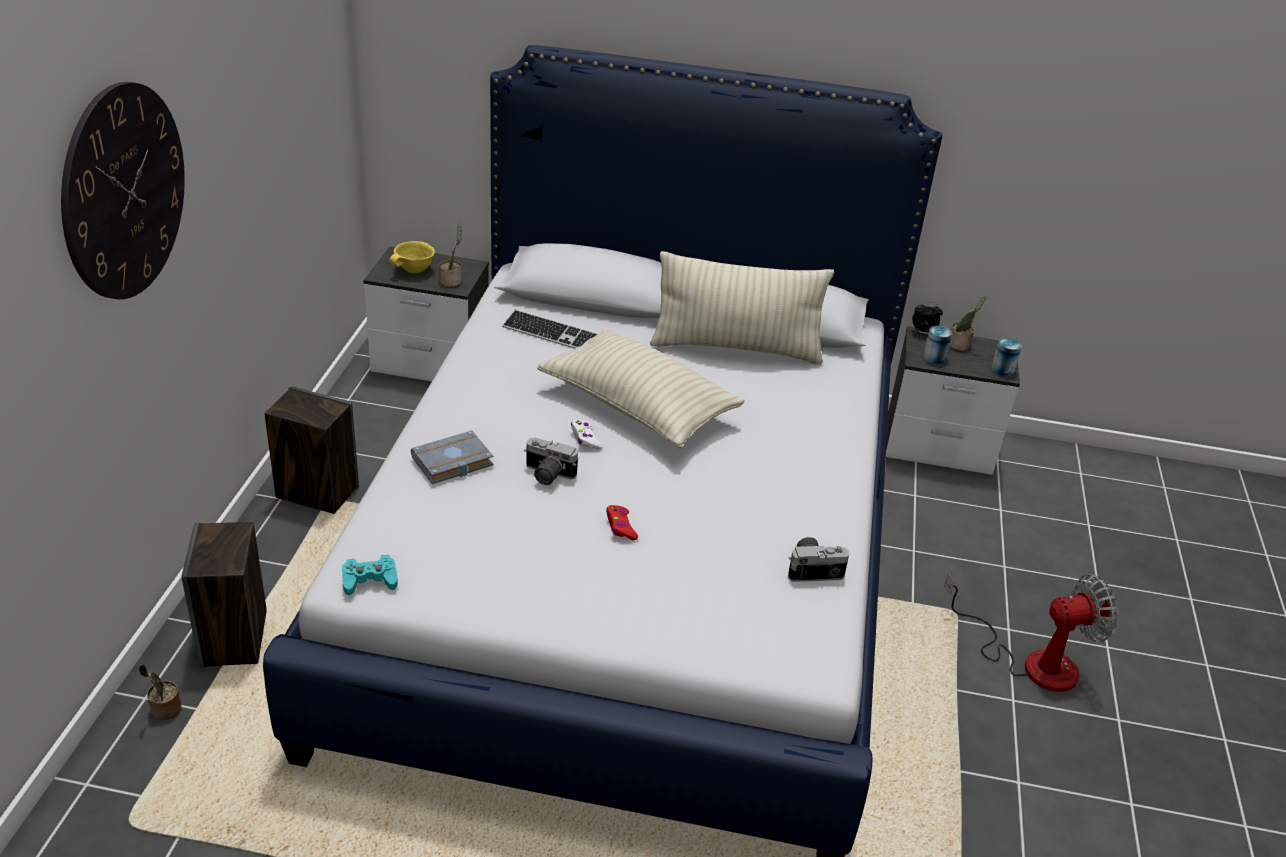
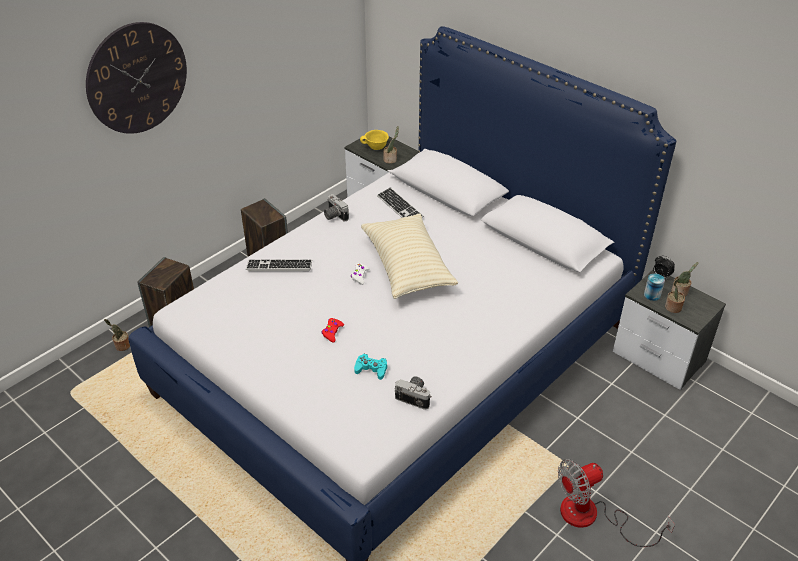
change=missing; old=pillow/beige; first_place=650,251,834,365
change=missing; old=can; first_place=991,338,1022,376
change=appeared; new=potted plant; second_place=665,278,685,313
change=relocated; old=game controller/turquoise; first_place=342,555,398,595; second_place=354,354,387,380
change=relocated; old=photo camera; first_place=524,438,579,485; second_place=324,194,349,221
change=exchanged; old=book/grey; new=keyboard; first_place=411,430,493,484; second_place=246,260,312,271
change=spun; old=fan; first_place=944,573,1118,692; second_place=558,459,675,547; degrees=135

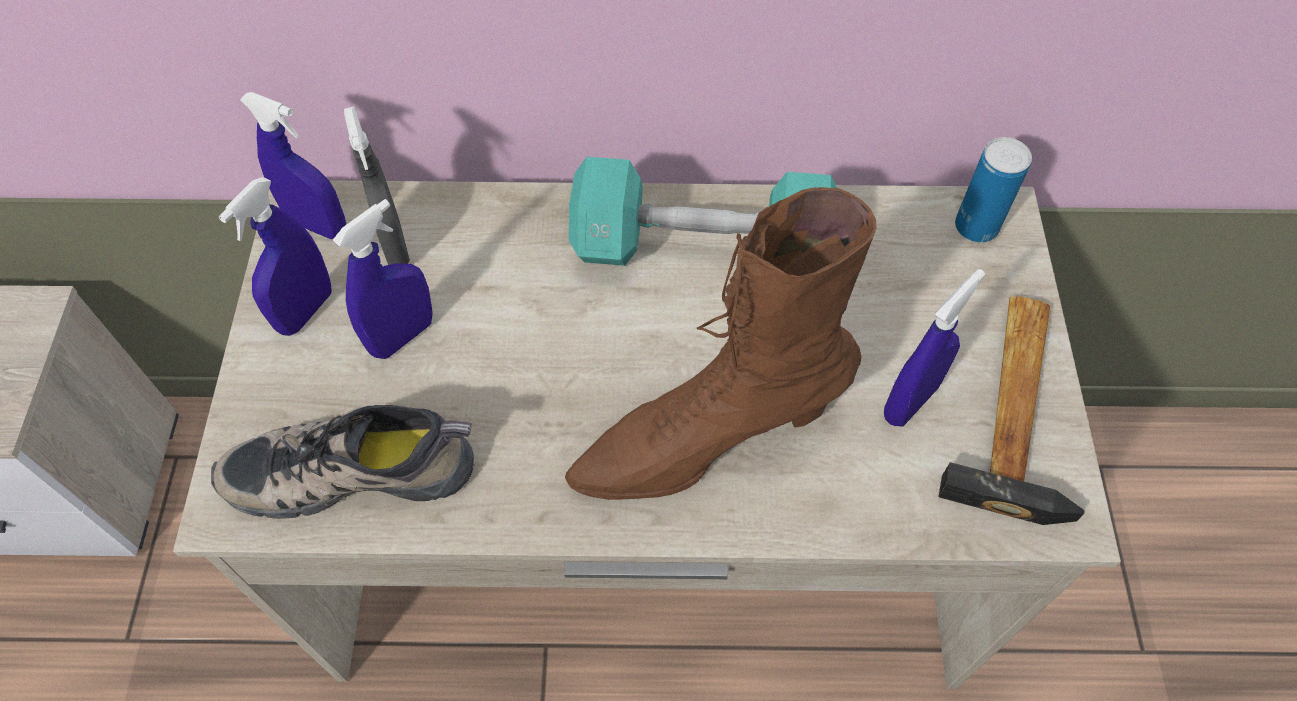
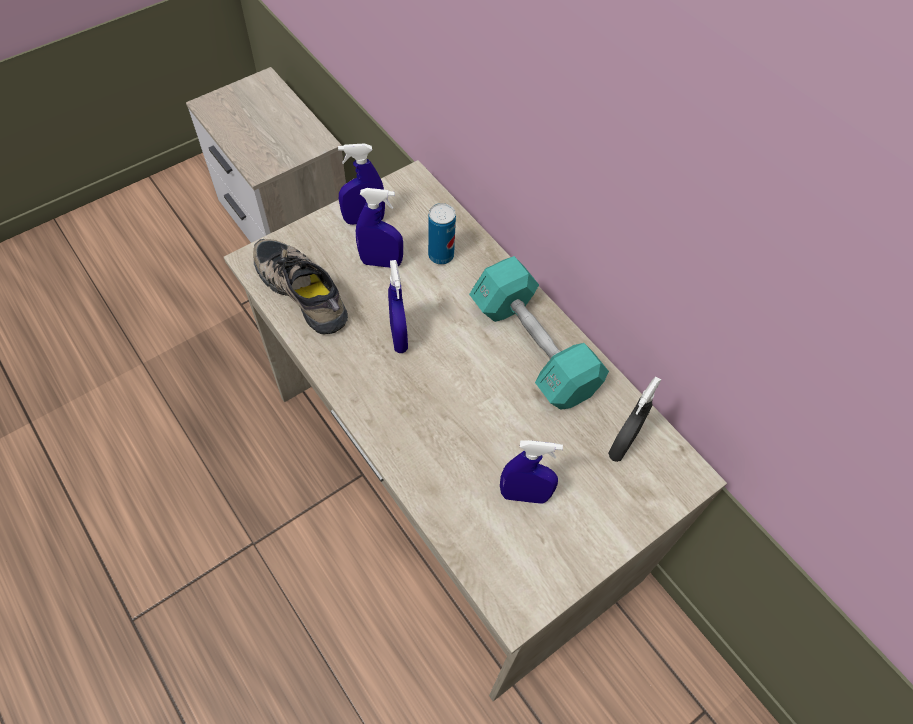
change=missing; old=boot/brown; first_place=565,187,876,500
change=missing; old=hammer; first_place=939,296,1085,525
change=relocated; old=spray bottle/blue; first_place=240,92,346,239; second_place=388,260,408,353
change=relocated; old=spray bottle/grey; first_place=344,107,410,265; second_place=608,376,661,462
change=relocated; old=can; first_place=955,137,1032,243; second_place=428,203,456,265

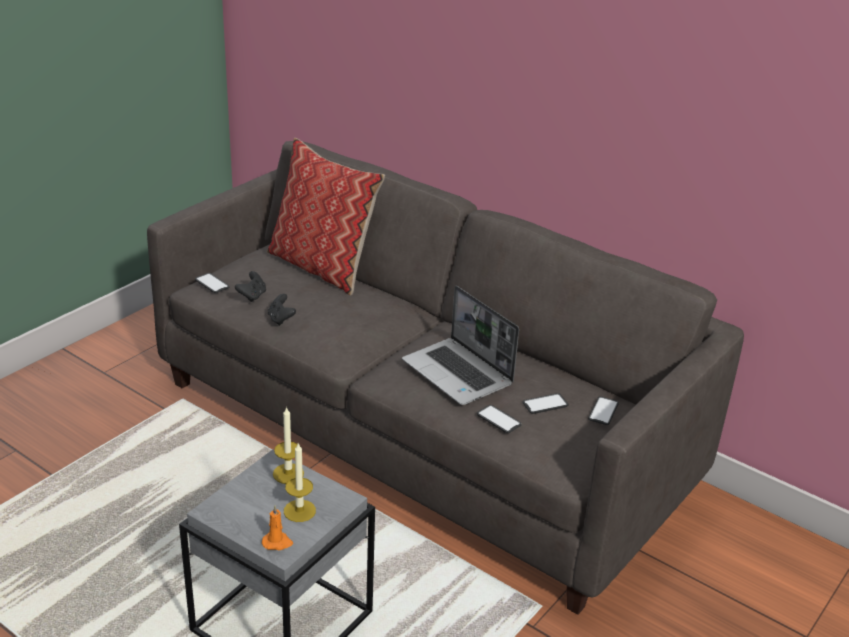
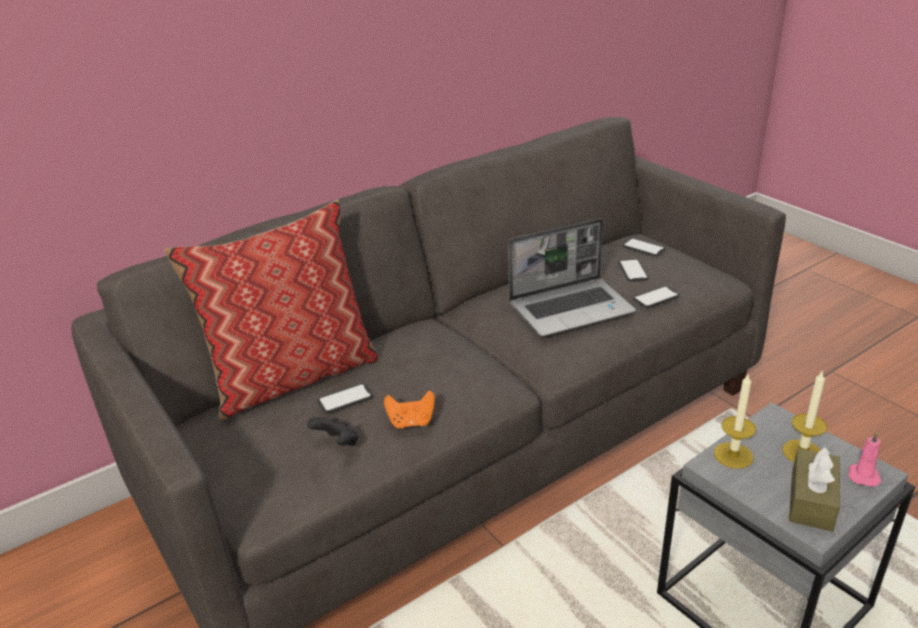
change=appeared; new=tissue box/brown; second_place=789,447,840,531
change=relocated; old=phone; first_place=195,273,229,293; second_place=317,383,373,413
change=colour; old=candle/orange; new=candle/pink; first_place=262,505,293,550; second_place=848,431,881,487
change=colour; old=game controller/black; new=game controller/orange; first_place=268,294,296,326; second_place=384,391,435,429

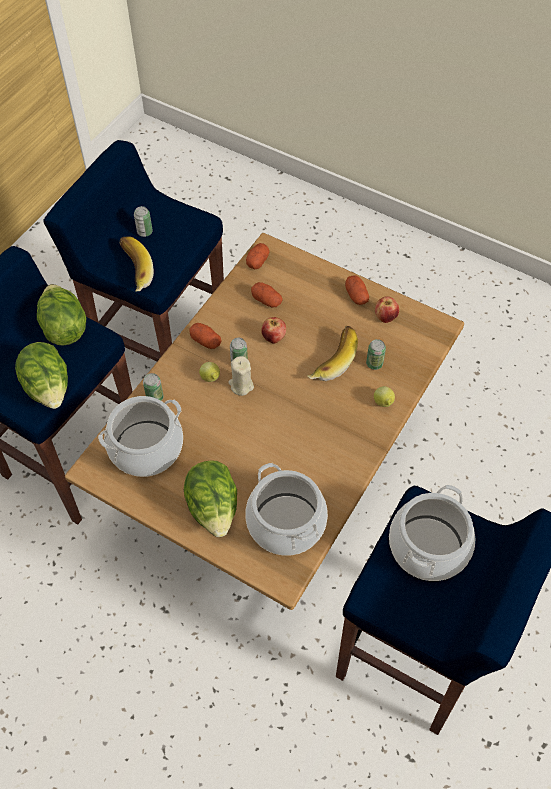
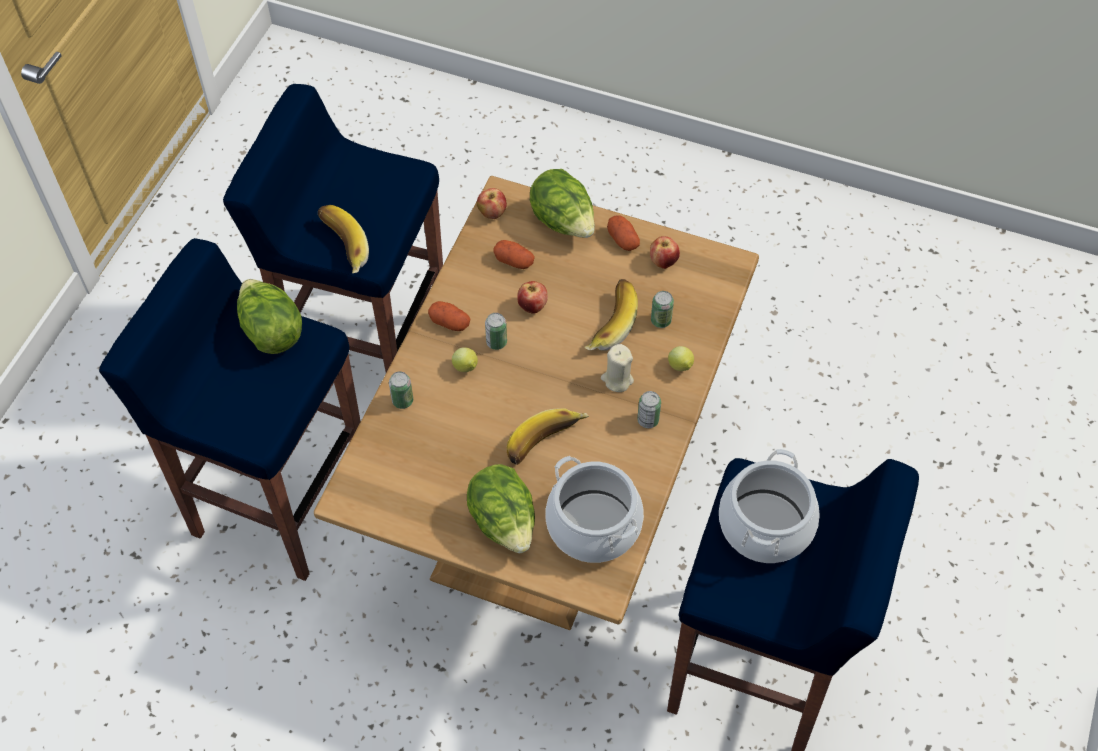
change=missing; old=cooking pot; first_place=98,396,183,477
change=appeared; new=banana; second_place=507,408,589,465
change=relocated; old=lettuce; first_place=15,342,68,409; second_place=530,169,595,238
change=relocated; old=can; first_place=134,206,153,237; second_place=637,391,661,428
change=relocated; old=candle/beige; first_place=228,356,254,396; second_place=601,344,634,392
change=exchanged; old=potato; new=apple; first_place=246,243,270,269; second_place=477,188,507,219

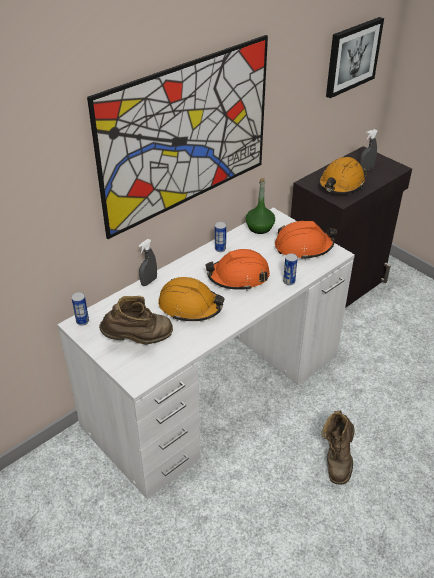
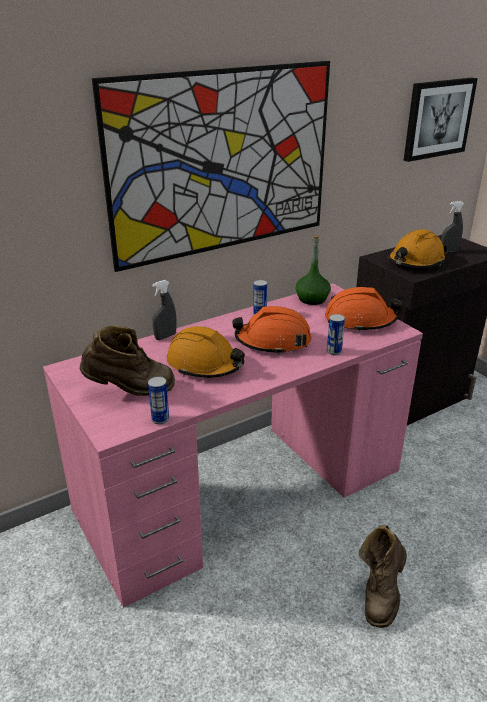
change=relocated; old=can; first_place=71,292,89,325; second_place=148,376,169,425
change=colour; old=desk/white; new=desk/pink; first_place=57,208,355,499; second_place=43,283,423,608

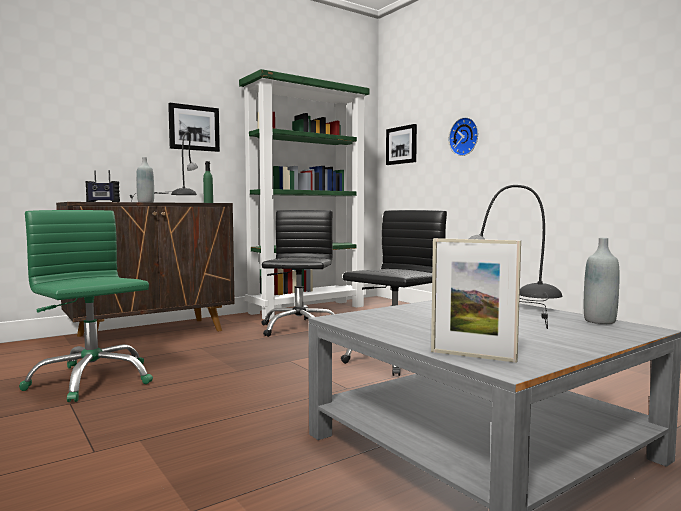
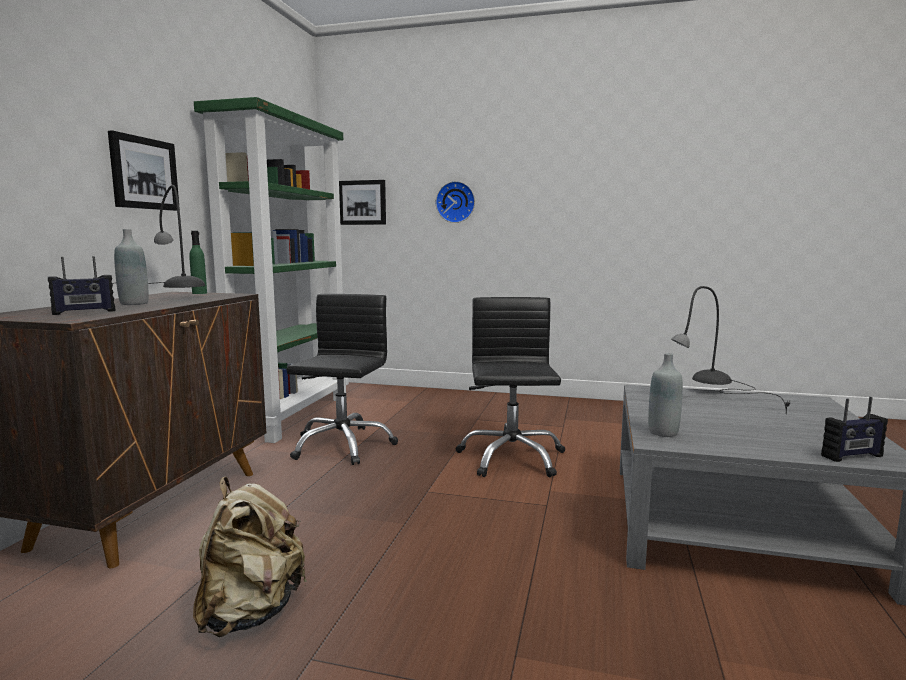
change=relocated; old=bottle/grey; first_place=584,238,619,324; second_place=648,353,683,437
change=exchanged; old=office chair/green; new=backpack/beige; first_place=19,210,153,402; second_place=193,477,307,637
change=exchanged; old=picture frame; new=radio; first_place=431,238,521,363; second_place=821,397,888,462
change=spun; old=office chair/black; first_place=262,210,334,337; second_place=286,294,398,465; degrees=45

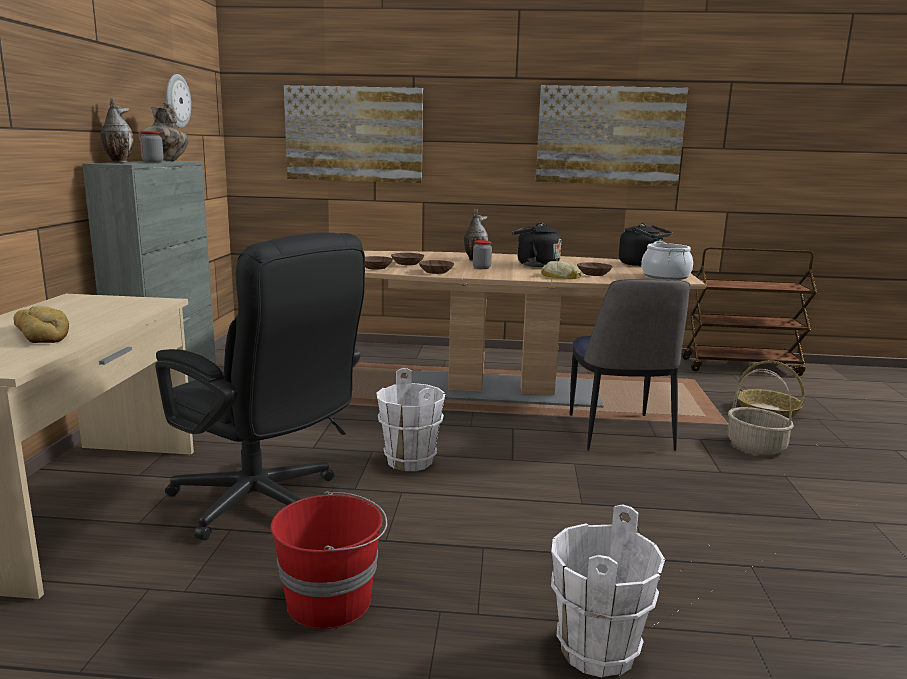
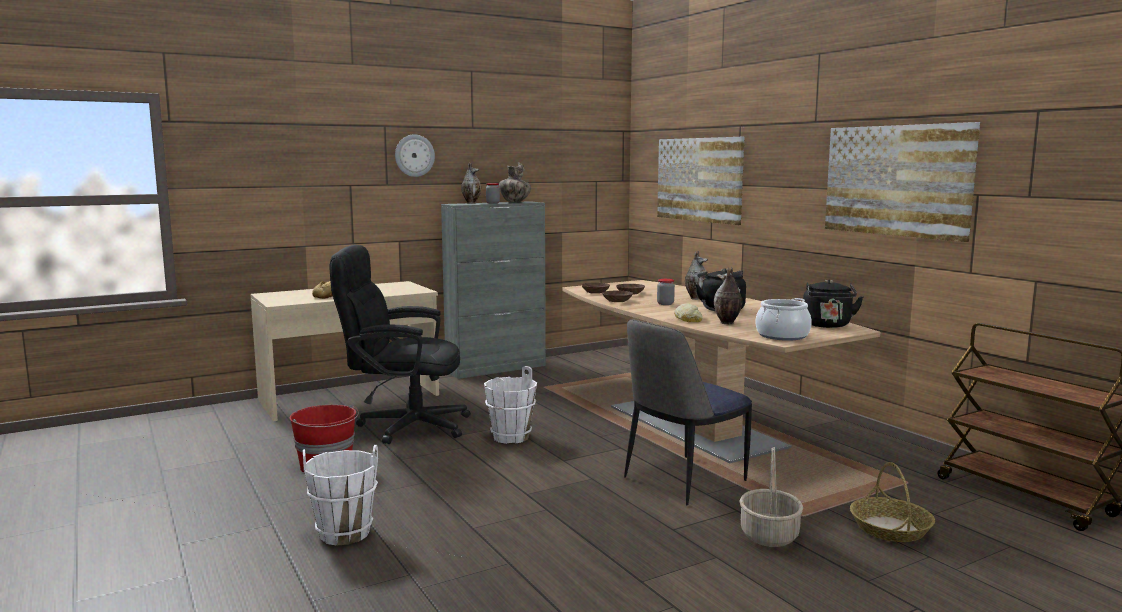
change=relocated; old=wall clock; first_place=167,74,191,128; second_place=395,134,435,177
change=exchanged; old=bowl/brown; new=vase; first_place=577,262,613,276; second_place=714,267,742,324
change=spun; old=office chair/black; first_place=155,233,365,540; second_place=329,245,471,444; degrees=90

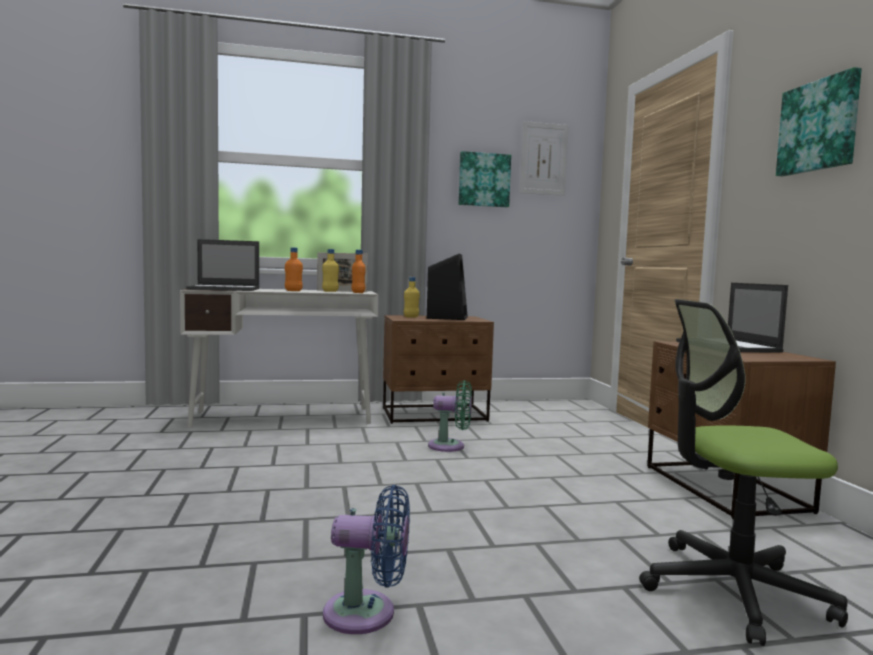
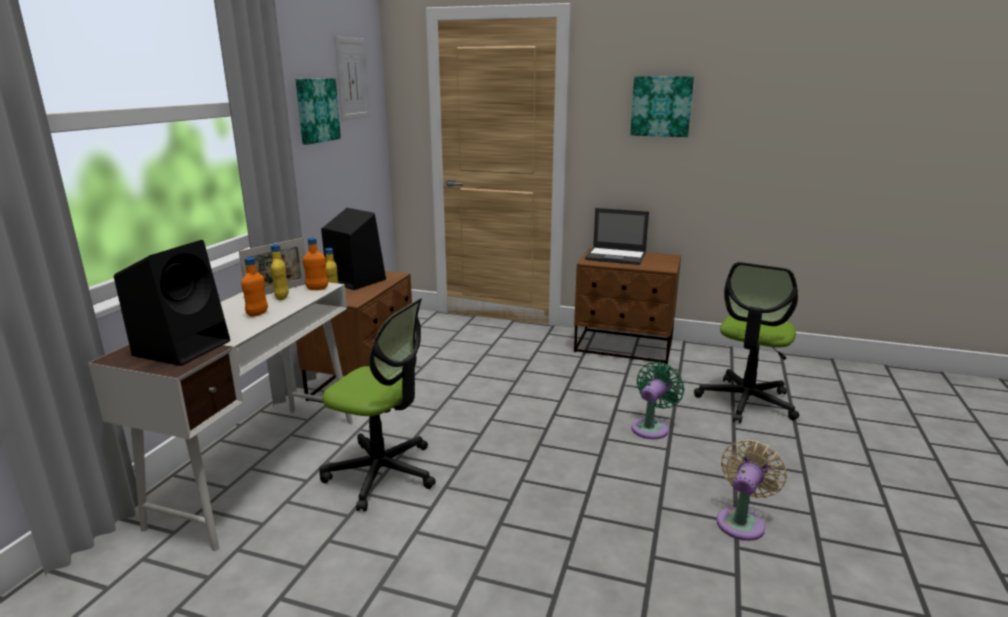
change=appeared; new=office chair; second_place=319,298,436,511
change=relocated; old=fan/green; first_place=428,380,472,452; second_place=631,362,684,439
change=exchanged; old=laptop; new=speaker/black; first_place=186,239,259,291; second_place=114,240,230,366
change=colour; old=fan/blue; new=fan/beige; first_place=323,485,410,634; second_place=716,440,787,541

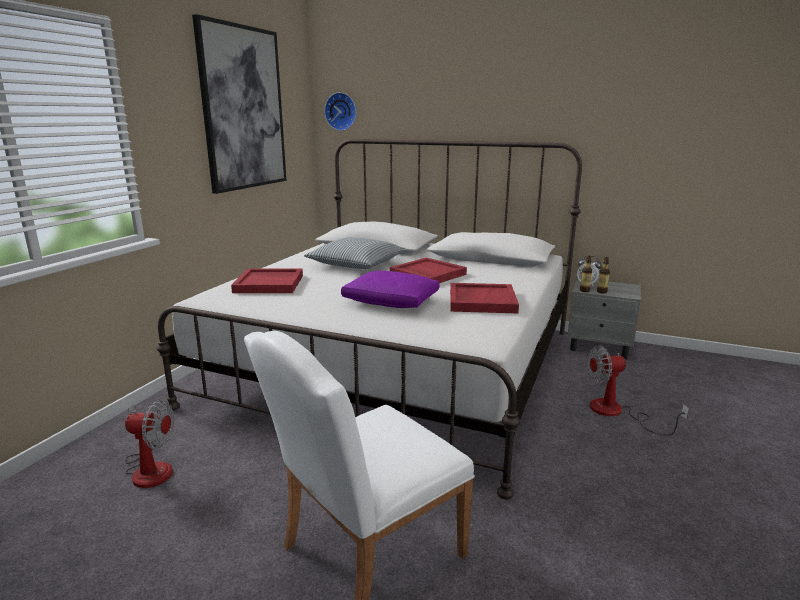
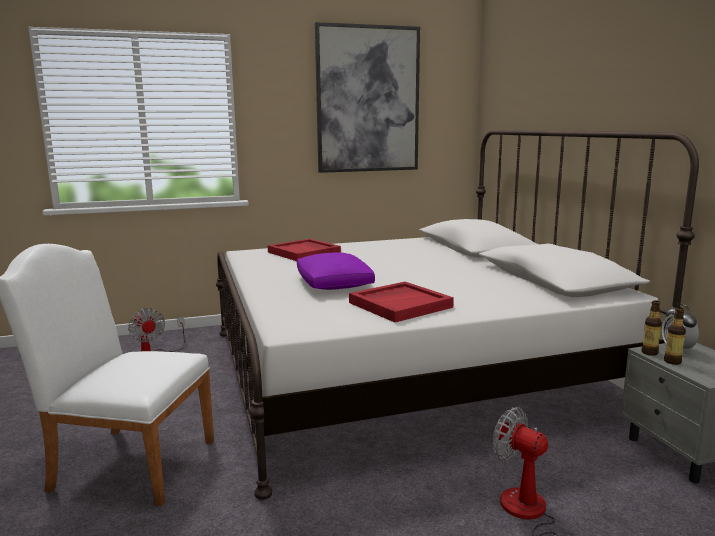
change=missing; old=pillow; first_place=304,237,406,269
change=missing; old=wall clock; first_place=324,92,356,131
change=missing; old=tray/red; first_place=390,258,467,283

